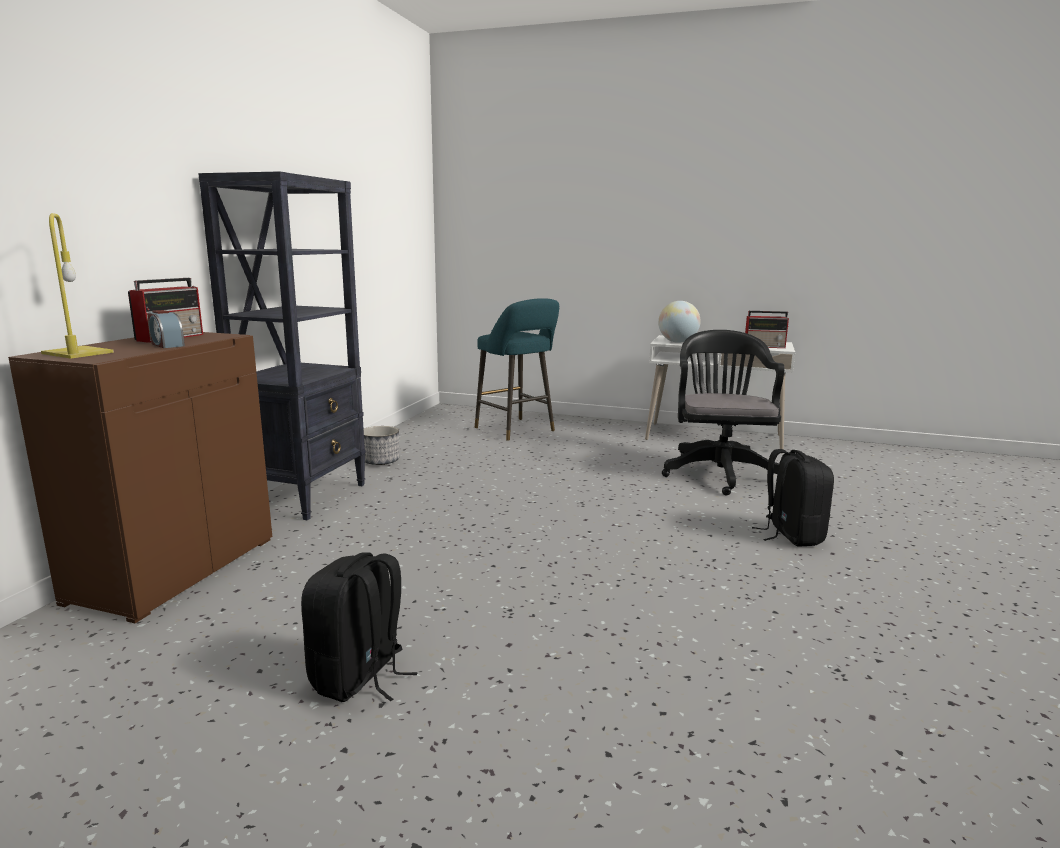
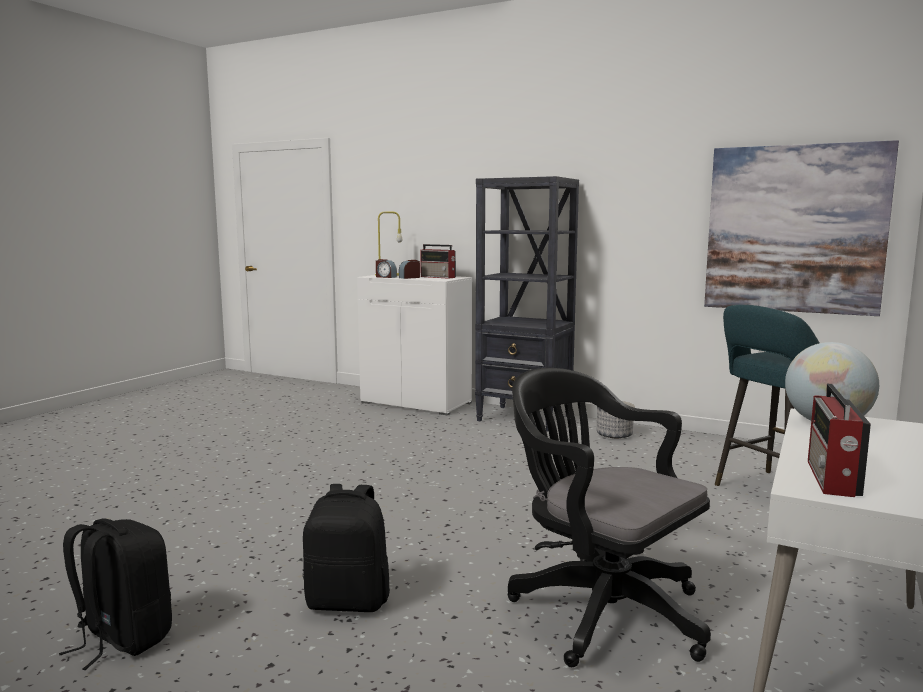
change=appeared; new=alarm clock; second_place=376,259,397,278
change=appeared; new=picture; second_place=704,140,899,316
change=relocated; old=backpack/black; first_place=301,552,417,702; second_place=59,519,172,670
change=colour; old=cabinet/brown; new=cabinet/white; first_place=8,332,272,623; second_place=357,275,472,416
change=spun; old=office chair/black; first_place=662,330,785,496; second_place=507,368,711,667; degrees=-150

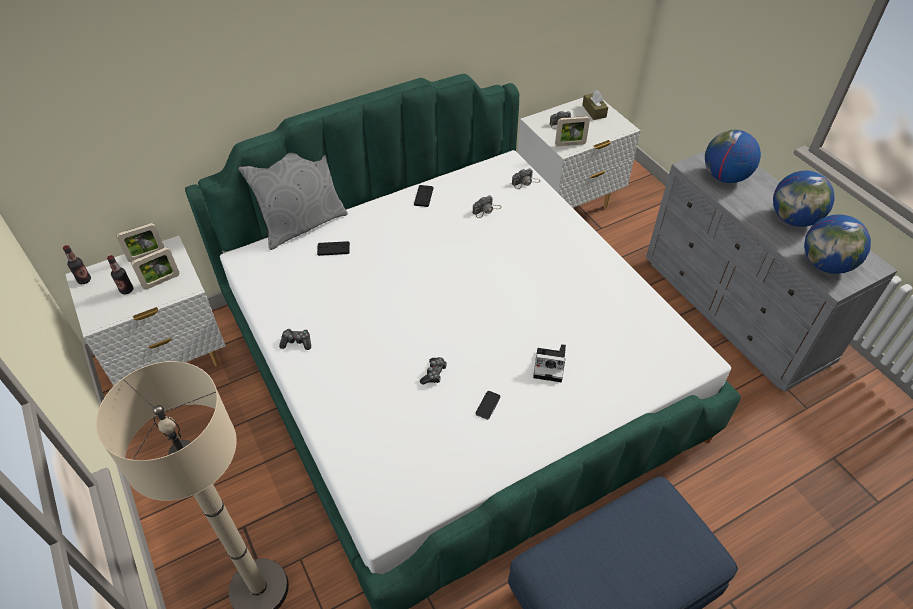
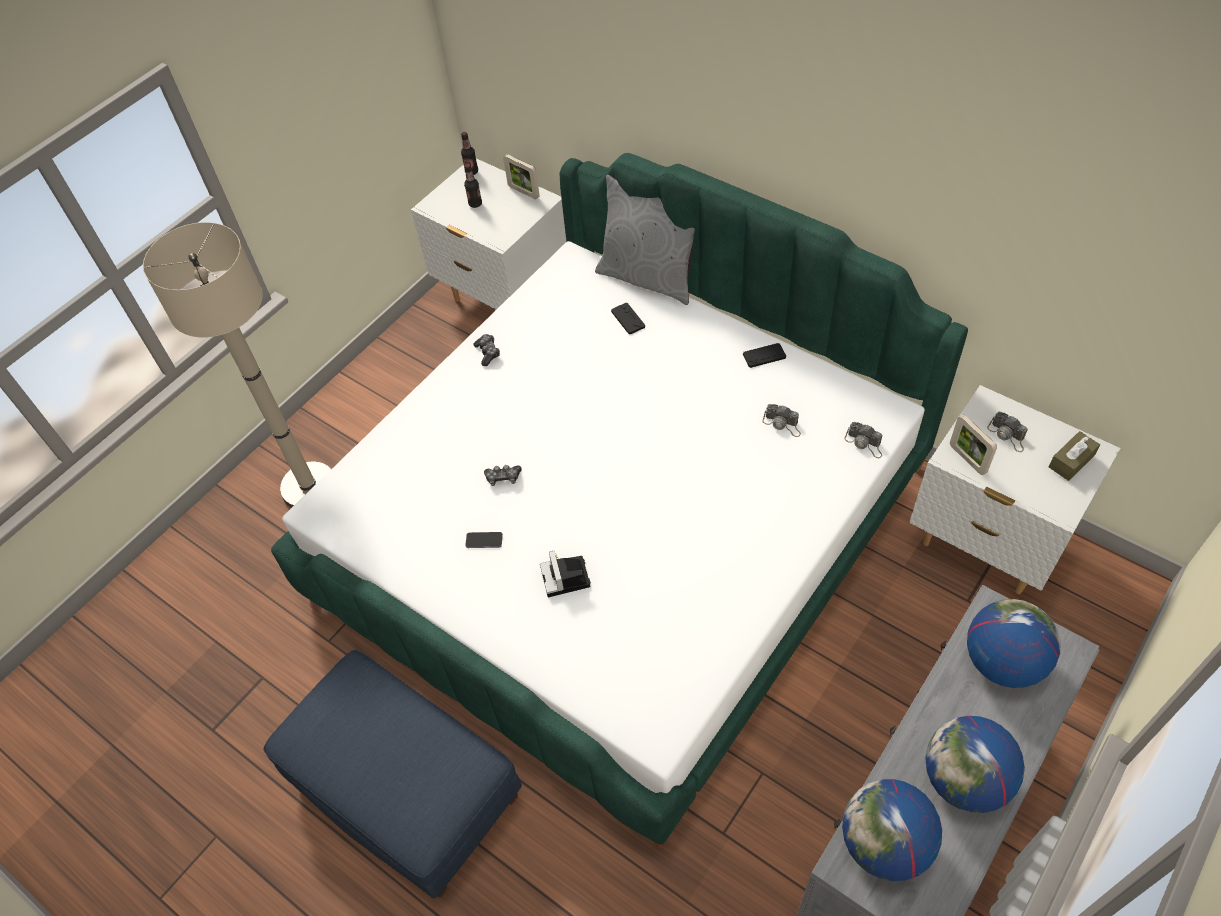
change=missing; old=picture frame; first_place=131,247,180,290

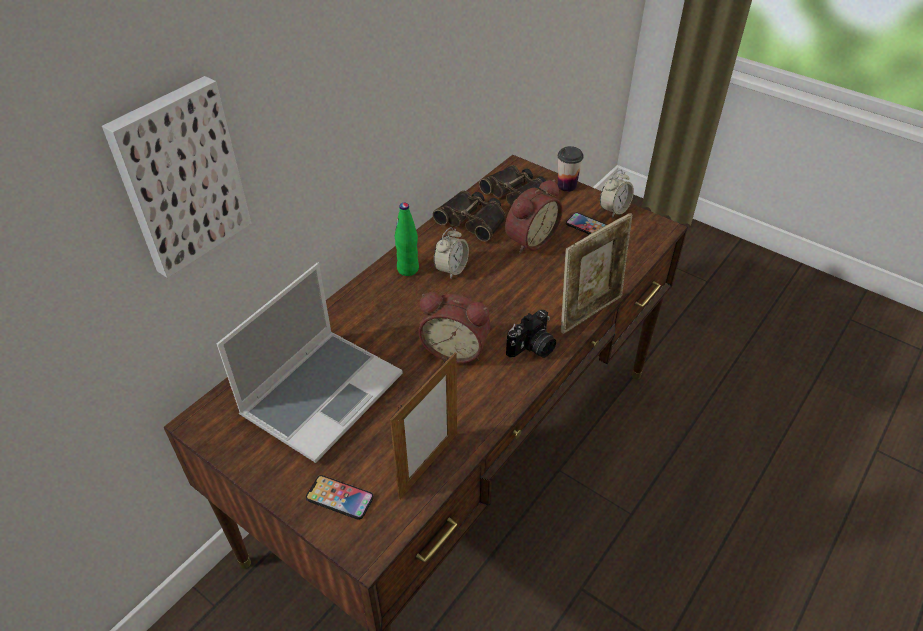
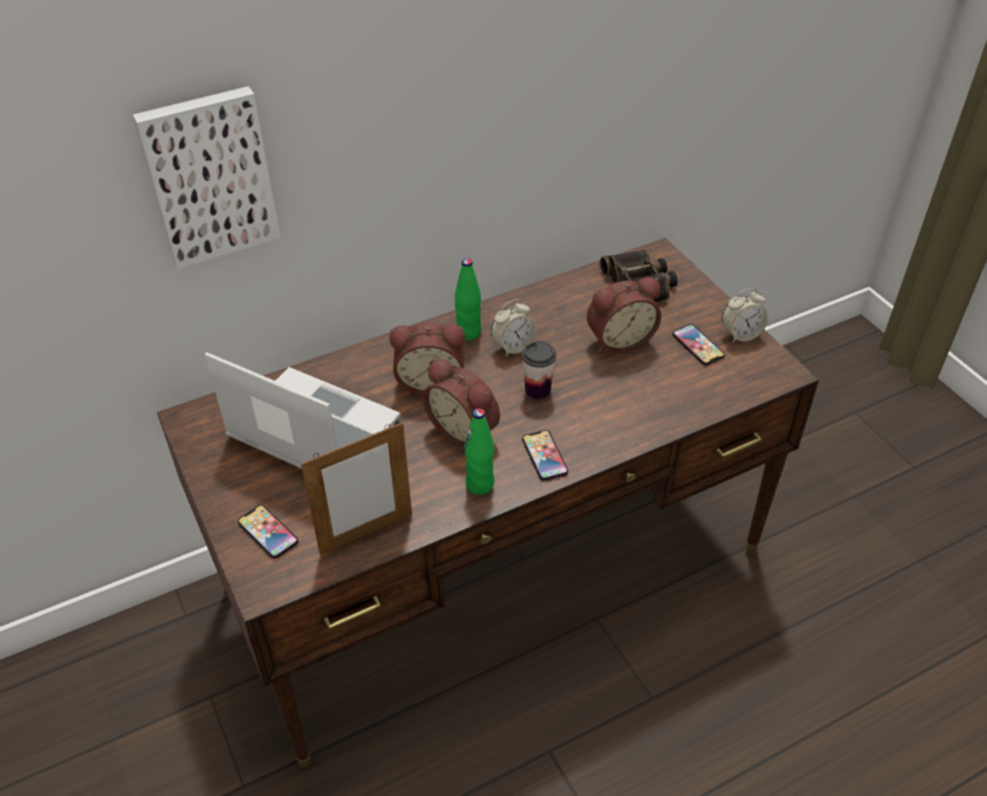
change=missing; old=binoculars; first_place=433,190,506,242
change=missing; old=picture frame; first_place=561,213,632,334
change=appeared; new=alarm clock; second_place=389,323,465,396
change=appeared; new=bottle/green; second_place=464,408,495,495
change=relocated; old=cup; first_place=558,146,584,192; second_place=522,341,556,399
change=exchanged; old=photo camera; new=phone; first_place=506,310,556,358; second_place=522,430,568,480
change=spun; old=laptop; first_place=216,263,403,463; second_place=205,352,400,469; degrees=-120

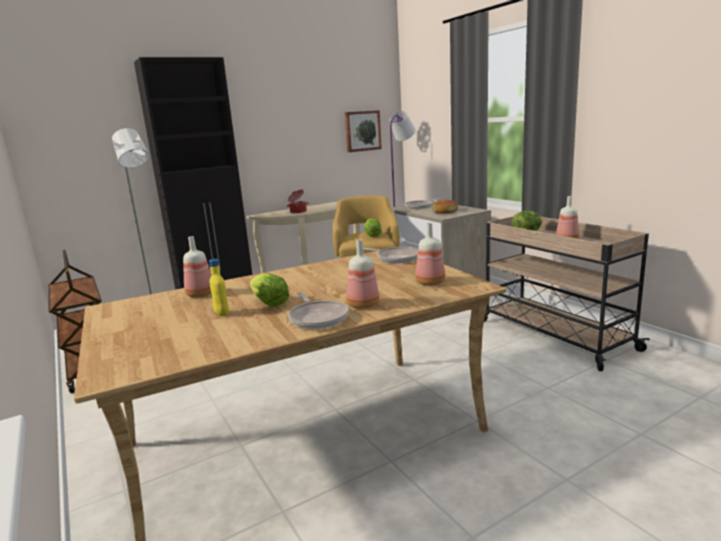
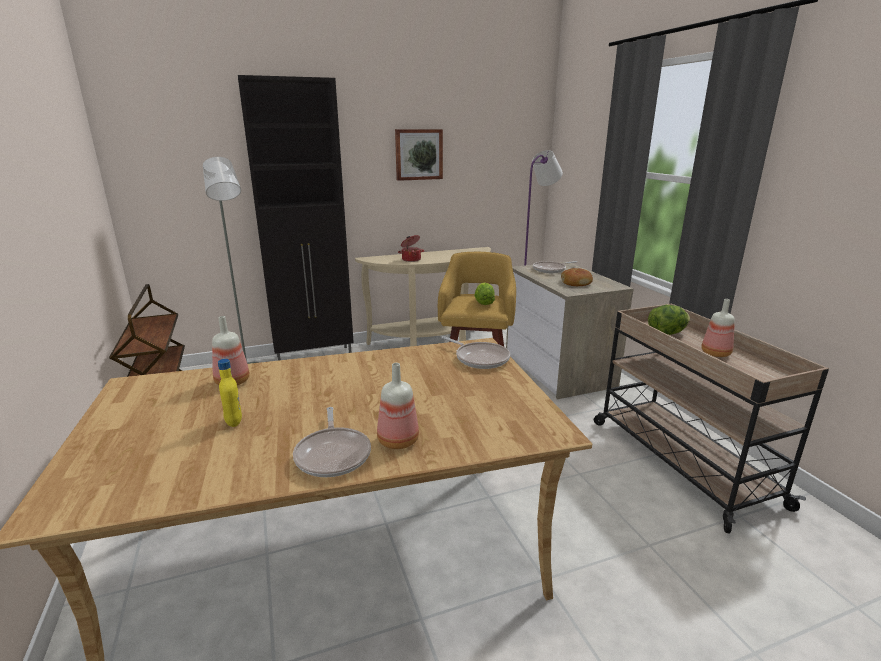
change=missing; old=lettuce; first_place=250,273,289,307
change=missing; old=bottle; first_place=415,223,445,286
change=relocated; old=picture; first_place=345,110,382,152; second_place=395,129,443,181

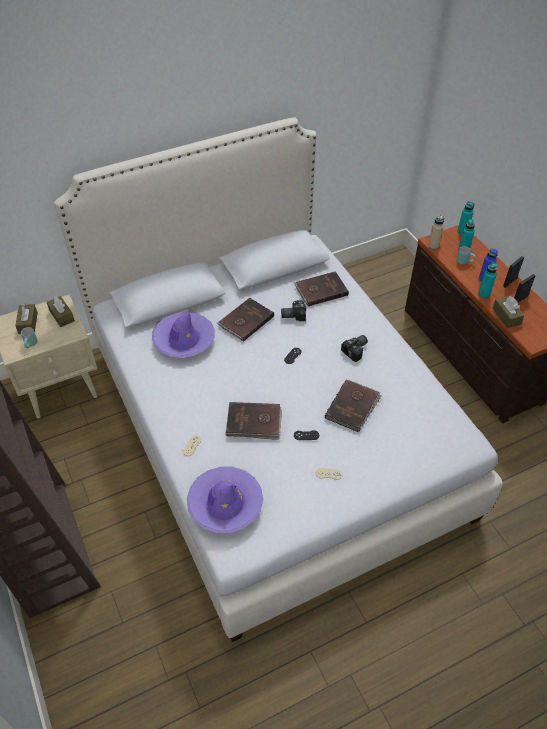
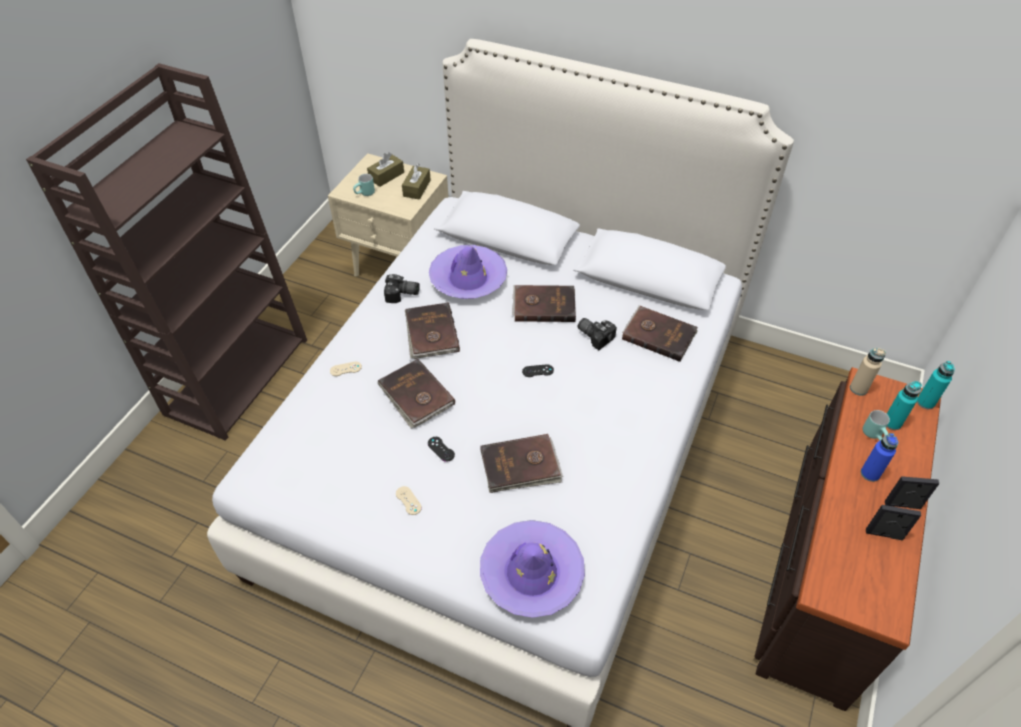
change=missing; old=bottle/turquoise; first_place=478,262,497,298
change=missing; old=tissue box/brown; first_place=492,296,524,328
change=appeared; new=book/brown; second_place=405,302,460,359
change=relocated; old=hat/purple; first_place=187,467,263,533; second_place=480,520,585,618
change=relocated; old=photo camera; first_place=341,335,368,362; second_place=384,274,420,303

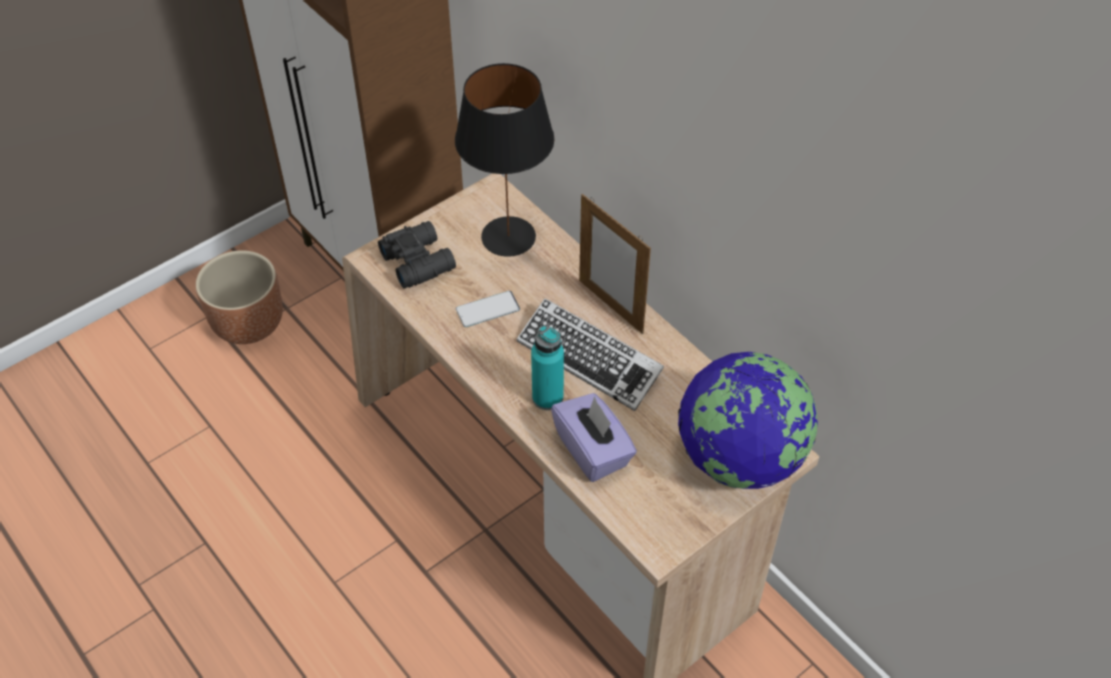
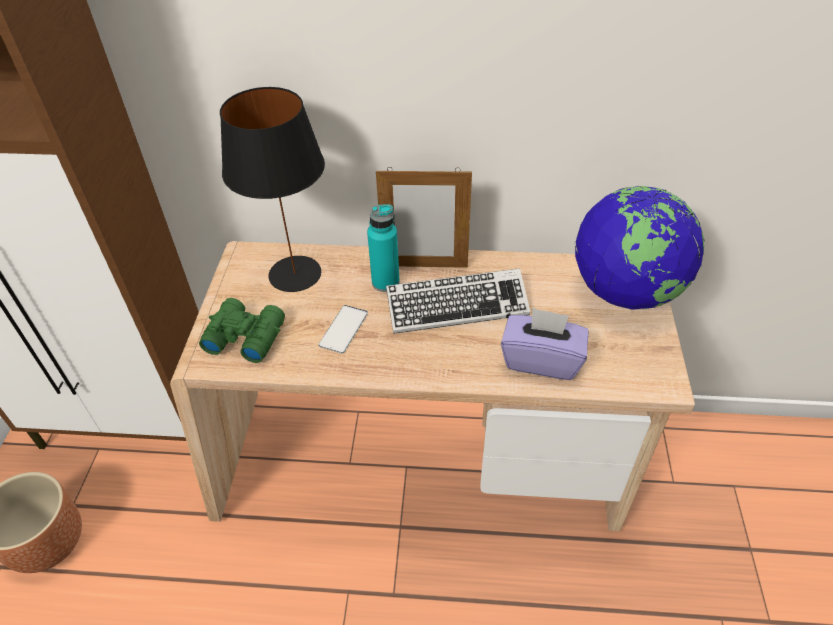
change=relocated; old=bottle/turquoise; first_place=531,326,564,410; second_place=367,204,400,292
change=colour; old=binoculars/black; new=binoculars/green; first_place=378,221,456,289; second_place=199,298,285,363

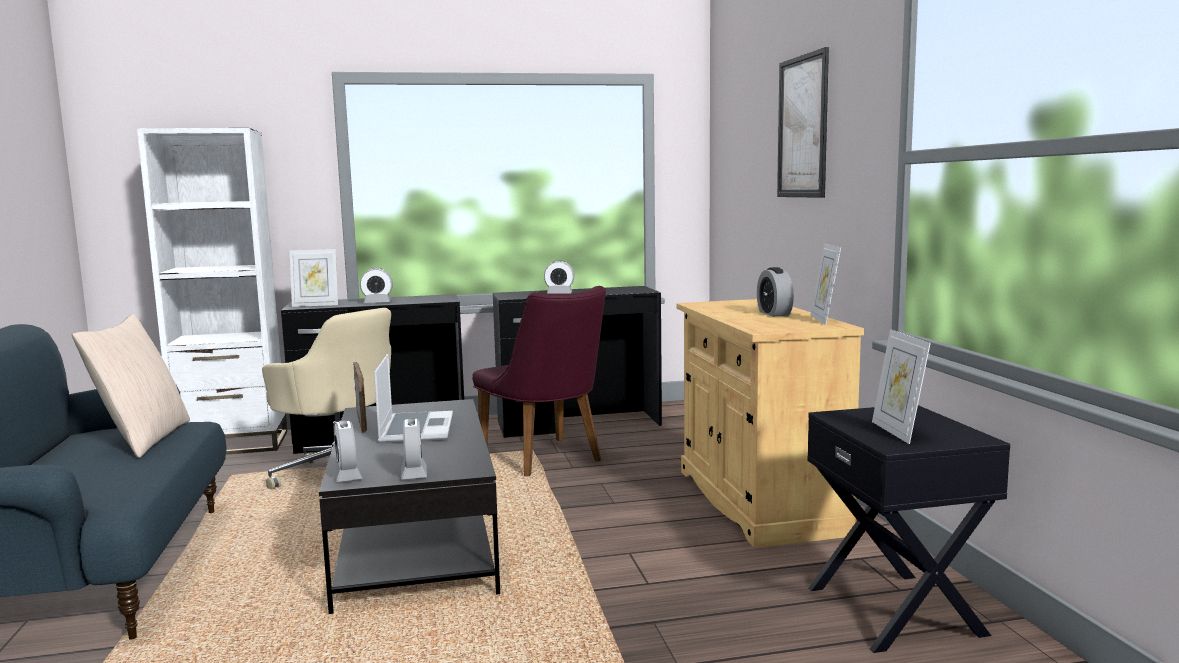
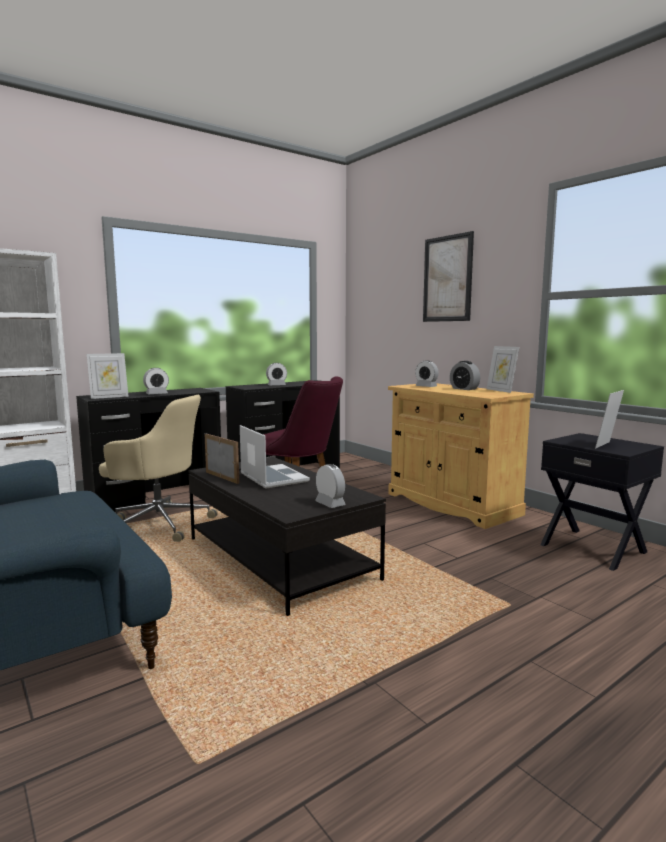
change=missing; old=pillow/beige; first_place=72,314,190,458
change=relocated; old=alarm clock; first_place=333,420,362,482; second_place=415,361,439,387
change=spun; old=picture frame; first_place=872,329,931,444; second_place=595,390,624,449; degrees=75

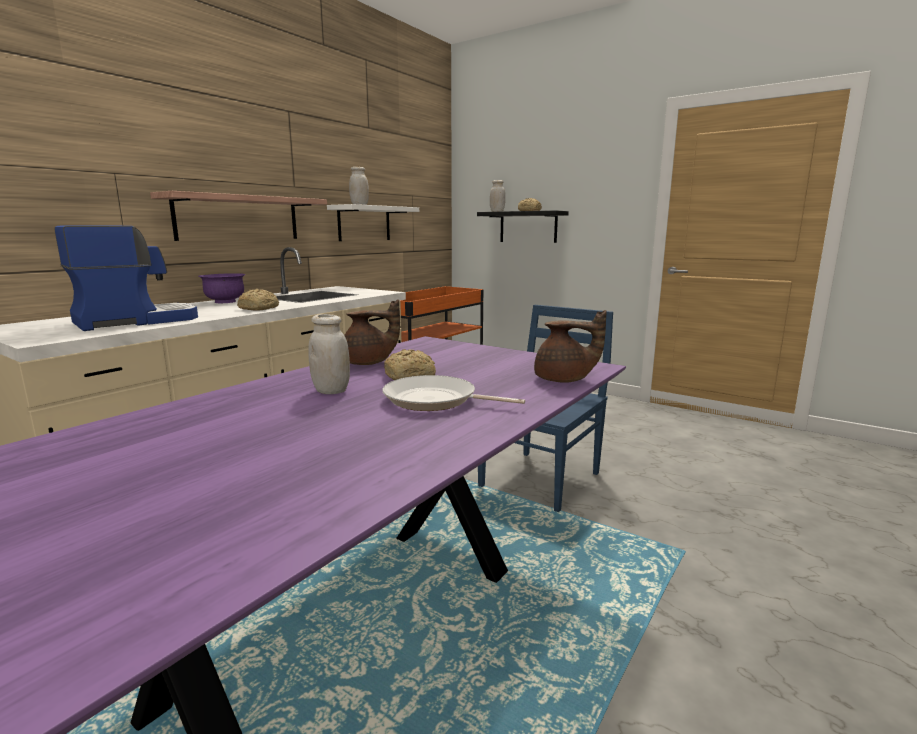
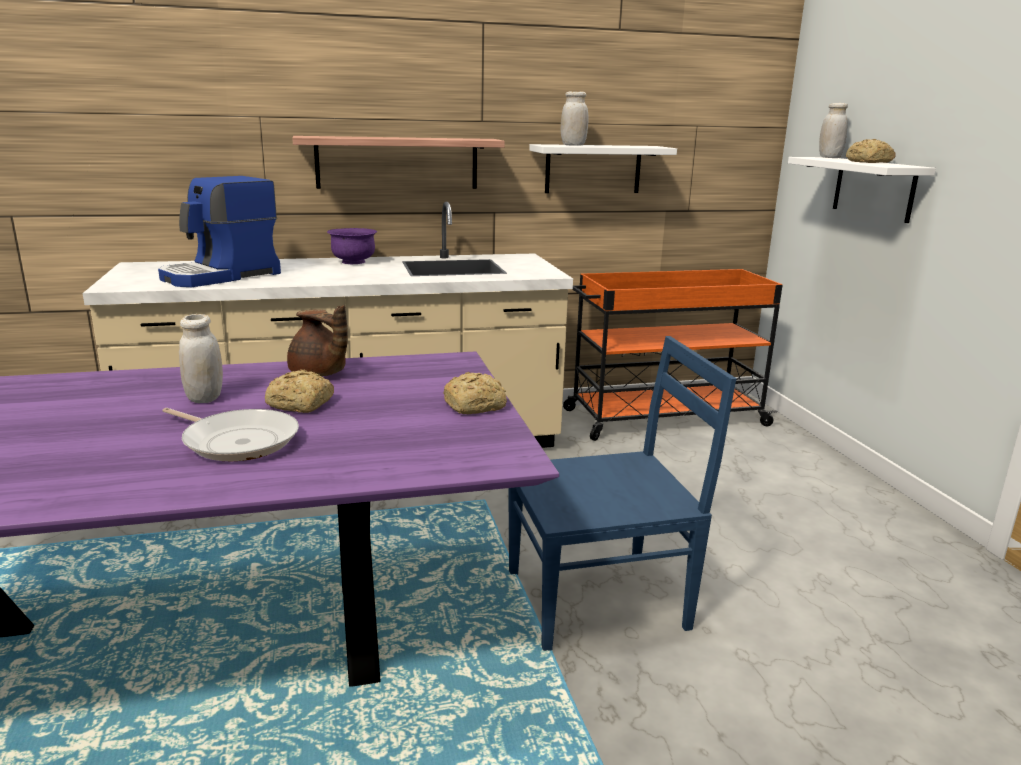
change=missing; old=teapot/brown; first_place=534,310,607,383
change=relocated; old=bread; first_place=237,289,279,311; second_place=443,372,507,414
change=colour; old=shelf/black; new=shelf/white; first_place=477,210,569,243; second_place=788,157,936,223
change=spun; old=coffee machine; first_place=55,225,198,331; second_place=158,176,281,287; degrees=135
change=spun; old=frying pan; first_place=383,375,525,411; second_place=162,408,299,461; degrees=150

